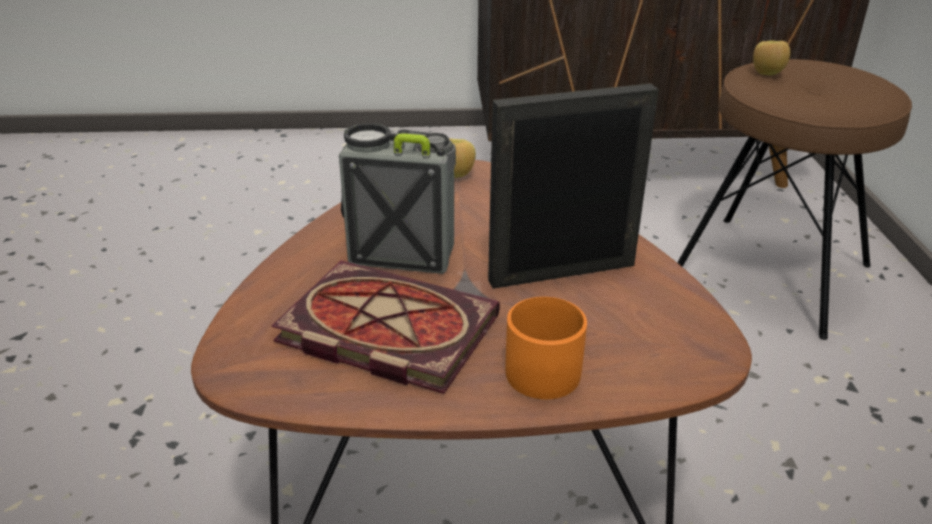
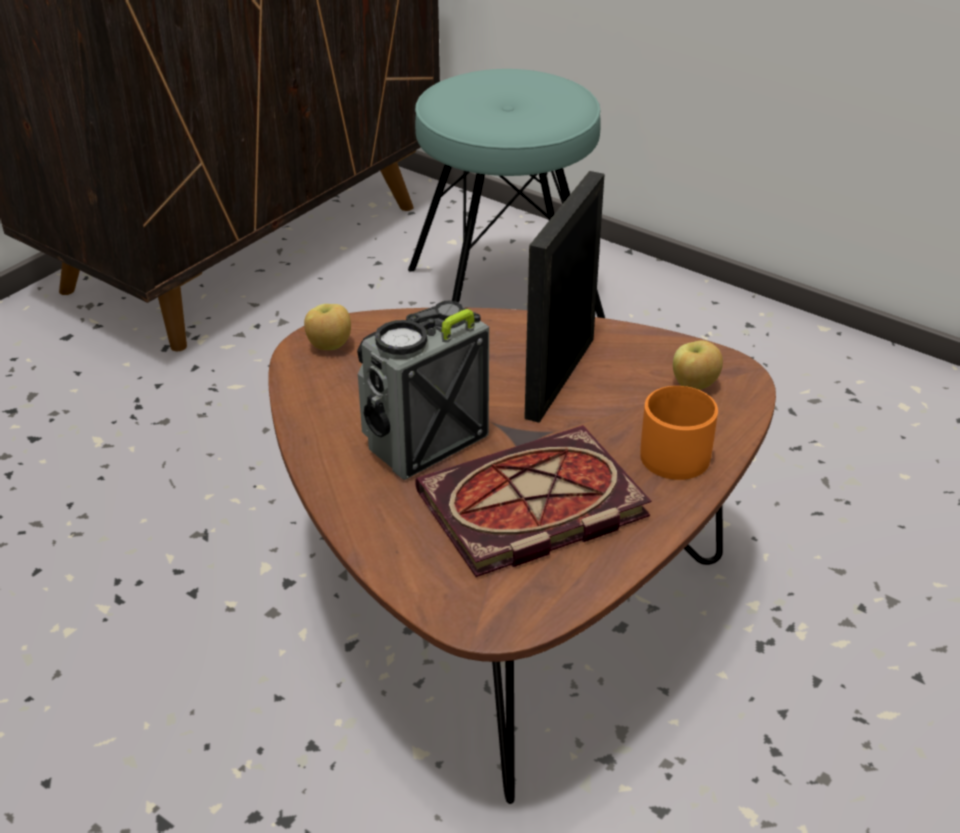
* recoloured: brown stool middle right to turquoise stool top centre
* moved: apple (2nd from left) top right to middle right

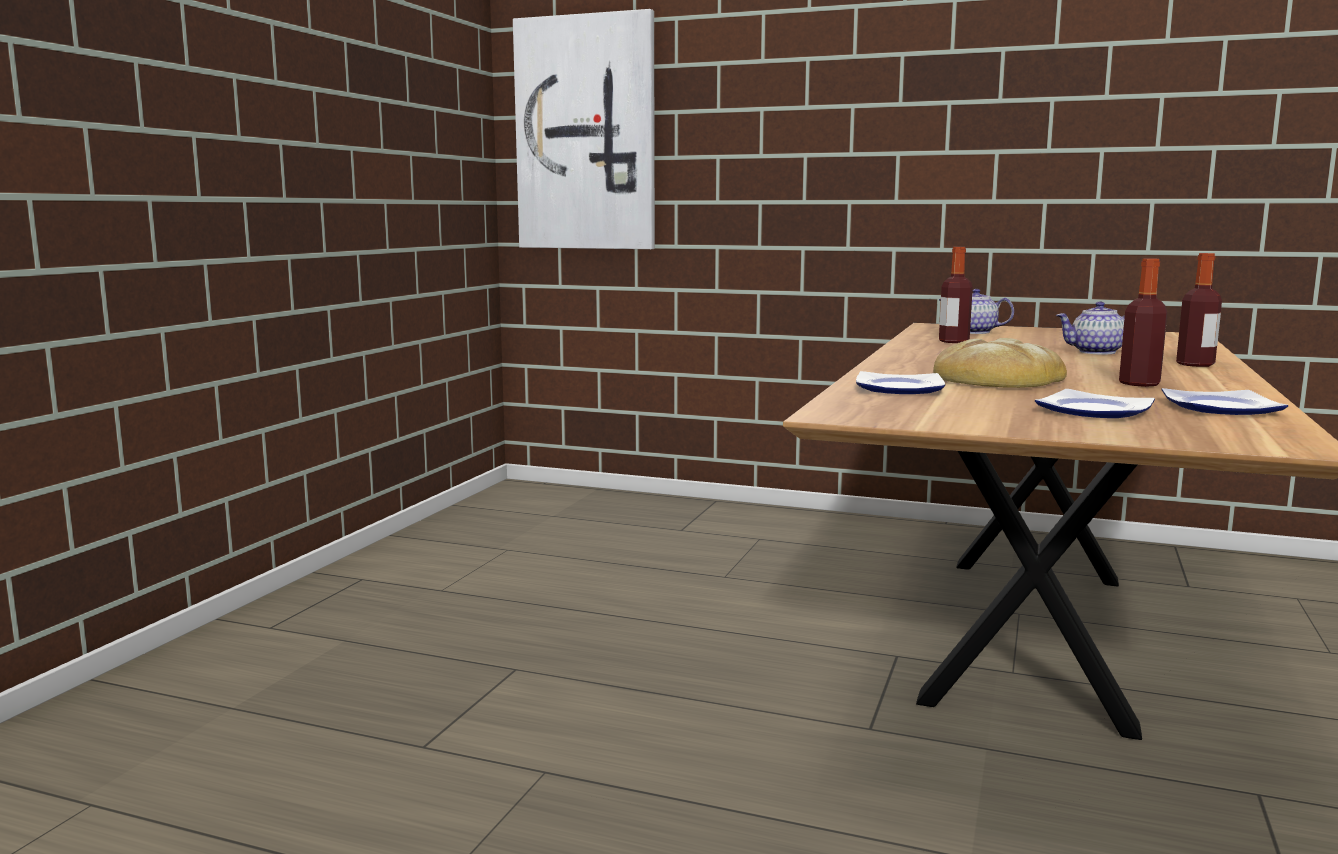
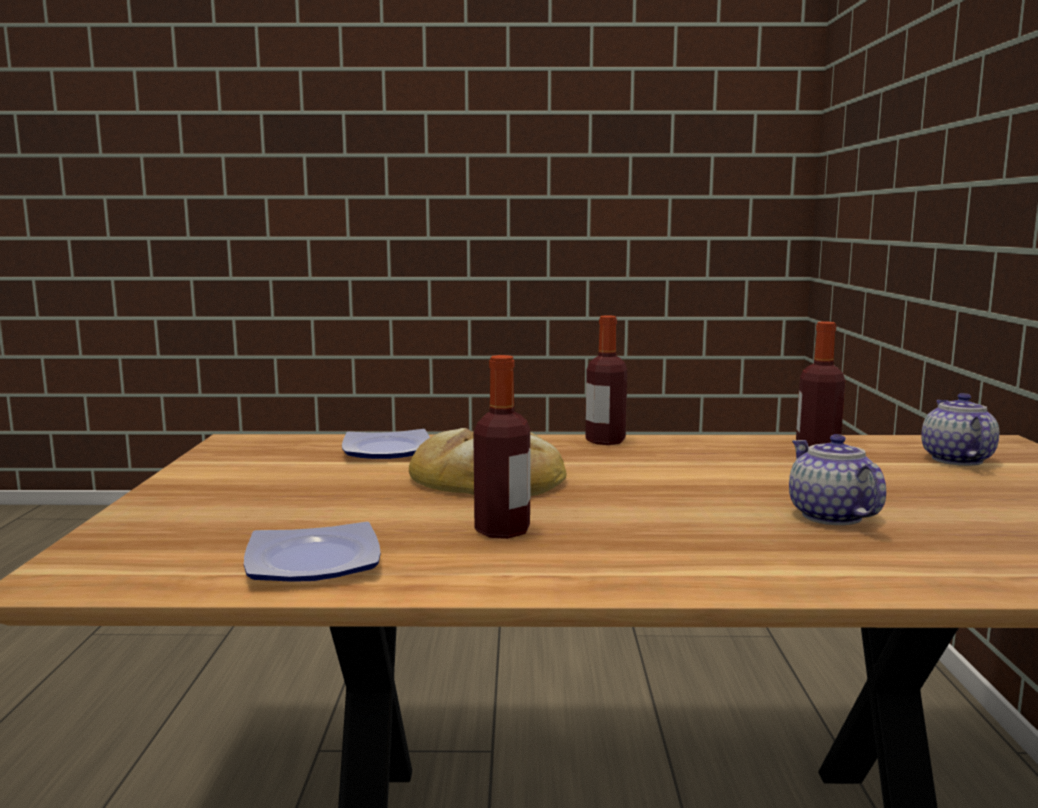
* removed: picture top centre
* removed: plate (2nd from left) middle right
* moved: bottle (3rd from left in the first image) middle right to bottle (2nd from left) centre

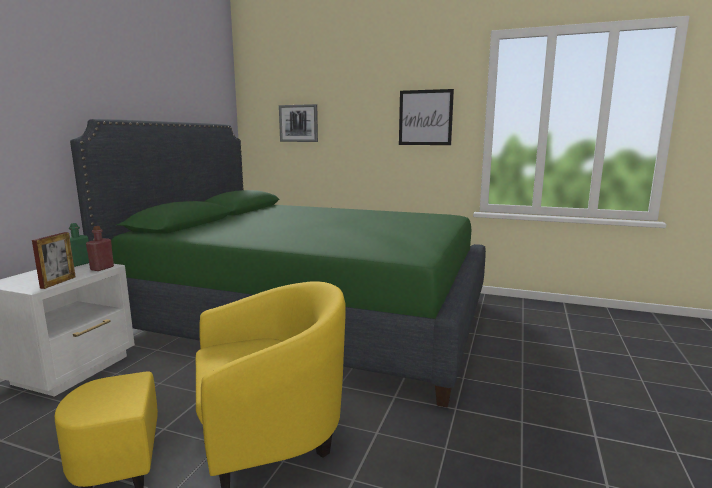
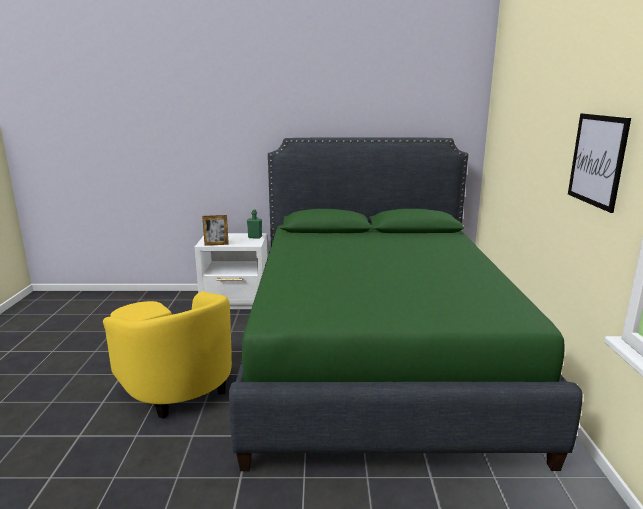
* removed: red bottle middle left
* removed: picture (1st from left) top centre

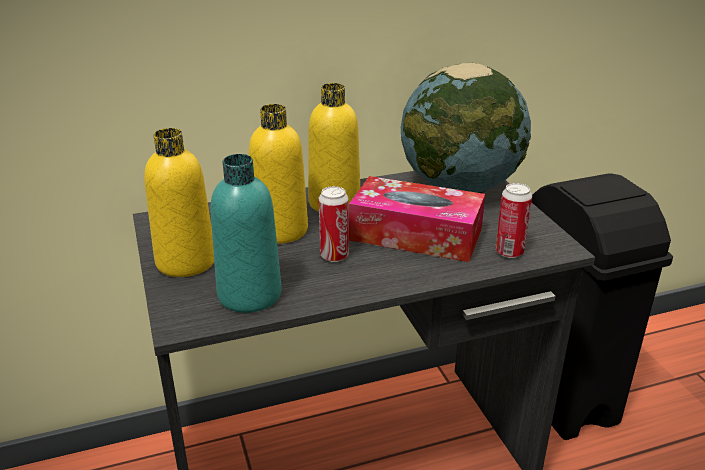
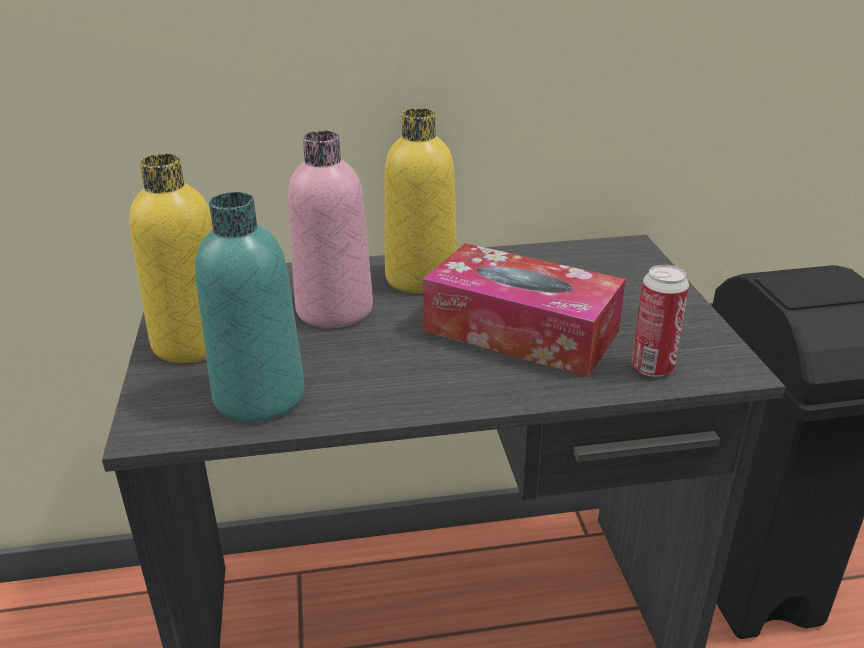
* recoloured: yellow bottle (2nd from left) centre to pink bottle centre
* removed: can (1st from left) centre
* removed: globe top centre

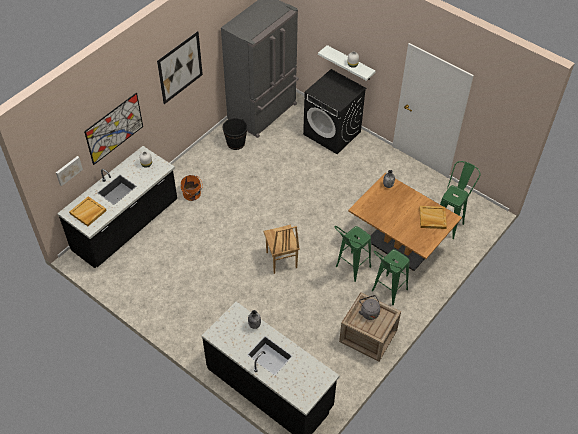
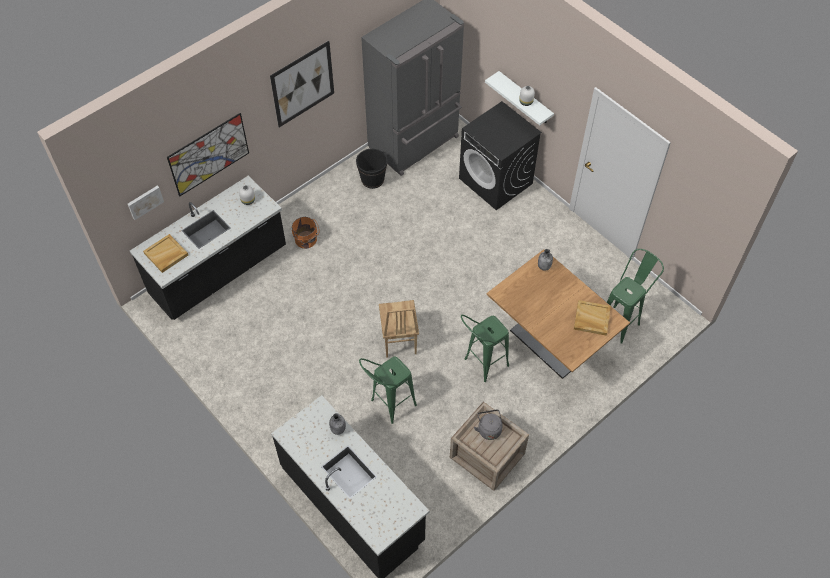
* moved: green stool (2nd from left in the first image) middle right to green stool (1st from left) bottom centre

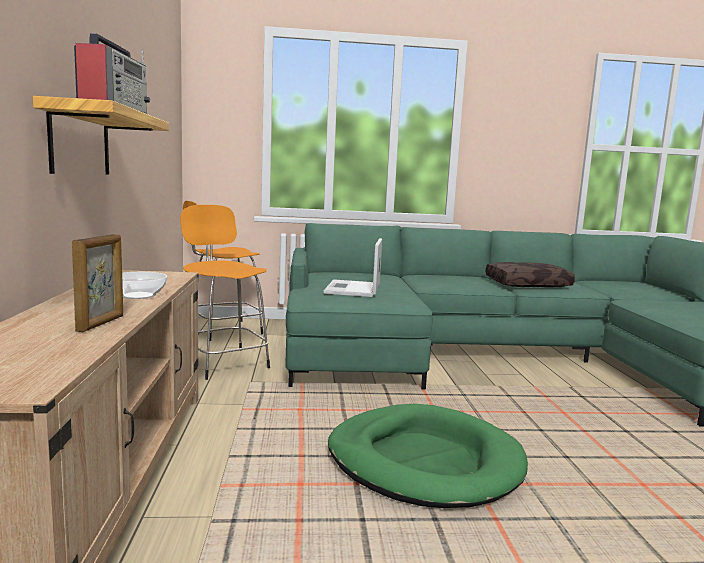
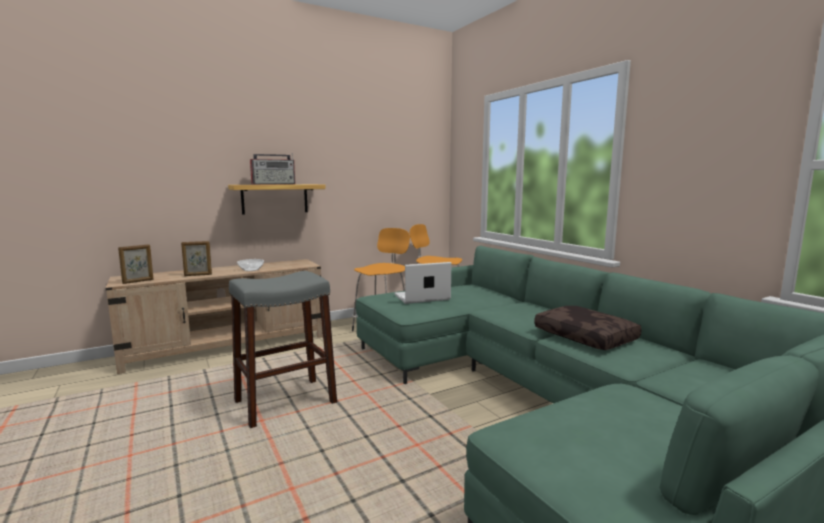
* replaced: green dog bed bottom centre to grey stool bottom centre
* added: picture frame (1st from left) middle left

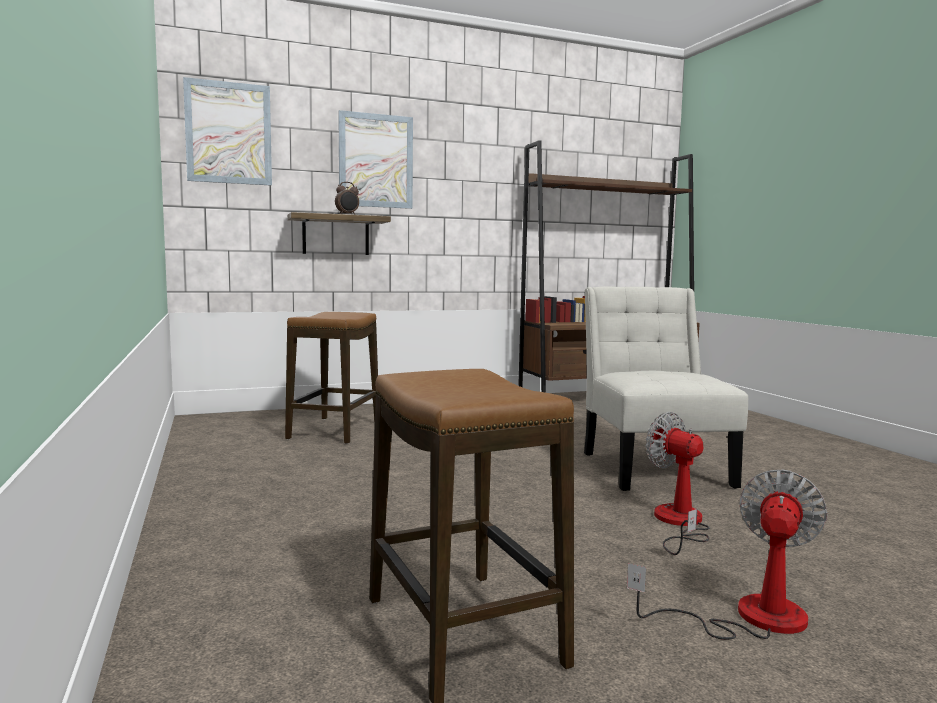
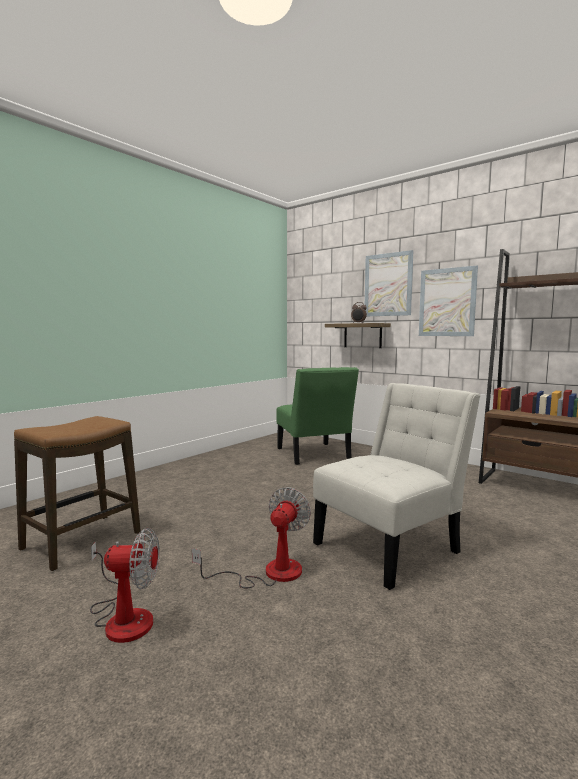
* moved: picture (1st from left in the first image) top left to picture (2nd from left) middle right
* replaced: stool (1st from left) centre to green chair centre

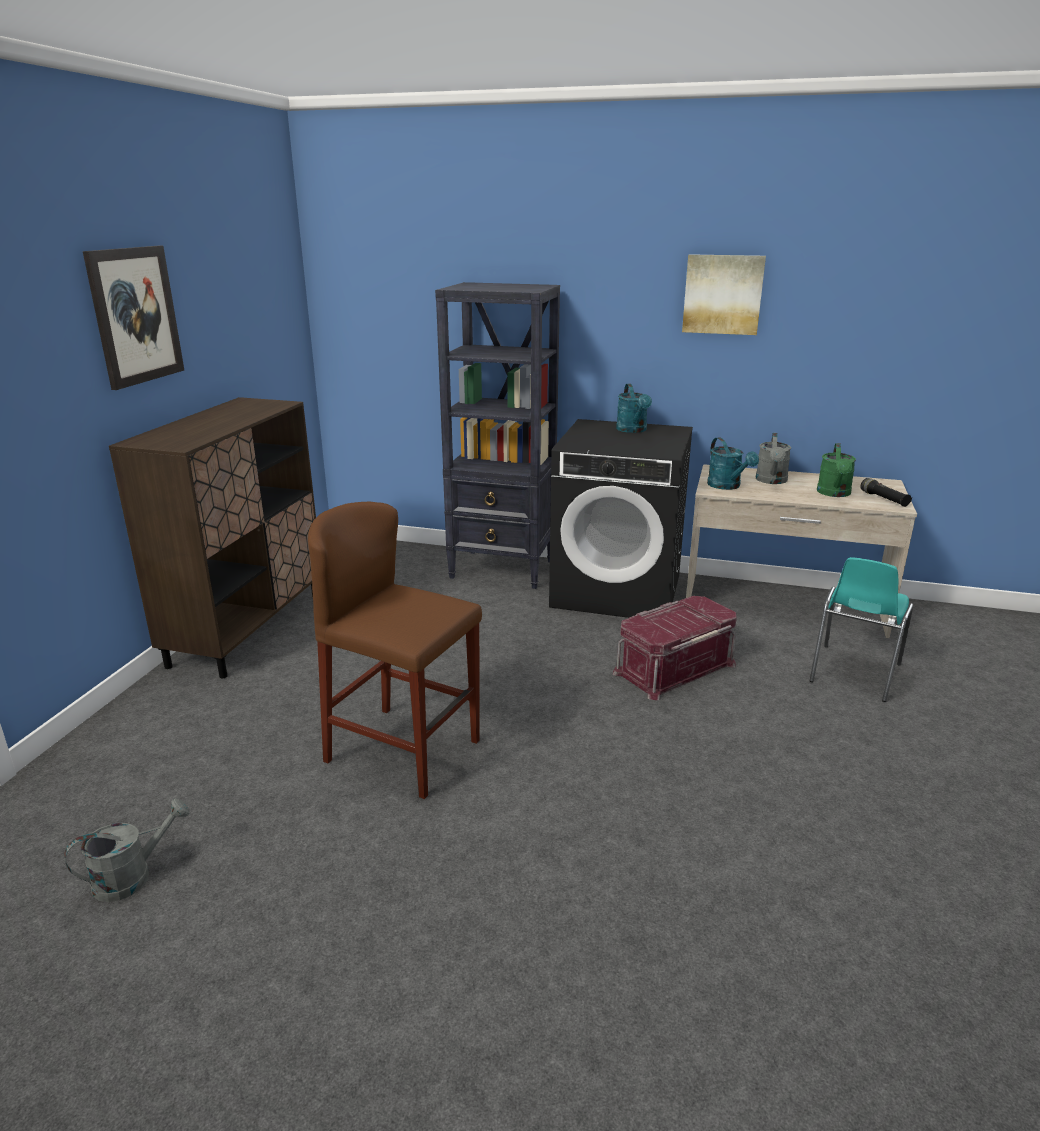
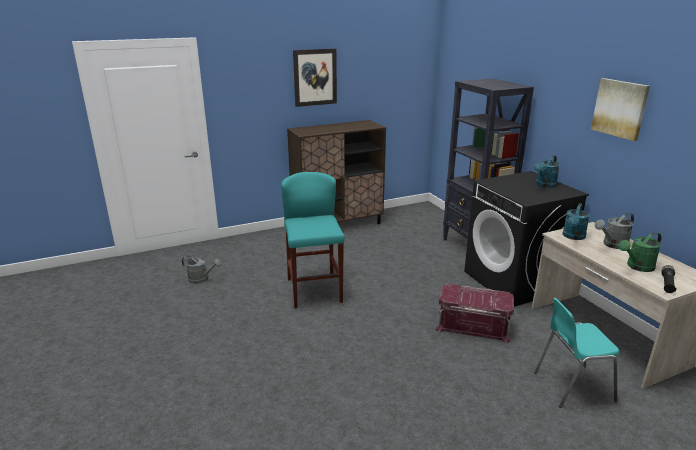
* recoloured: brown stool centre to turquoise stool centre

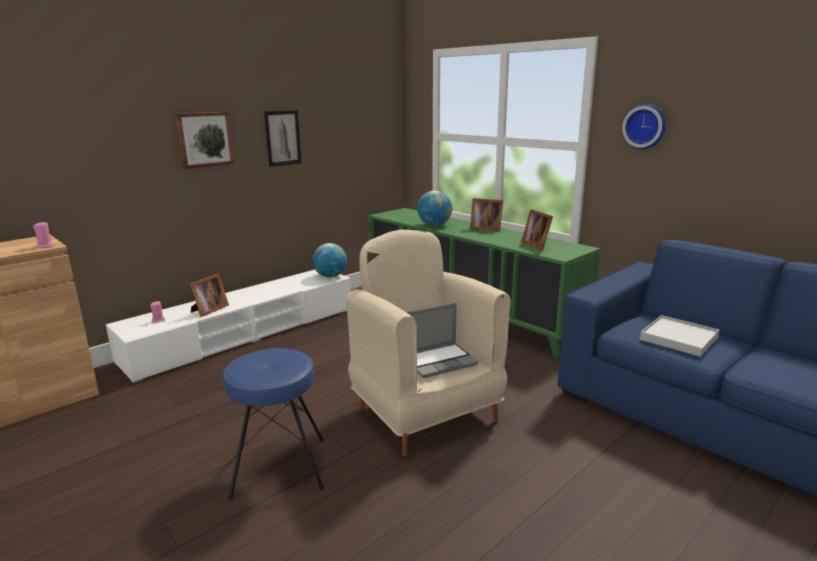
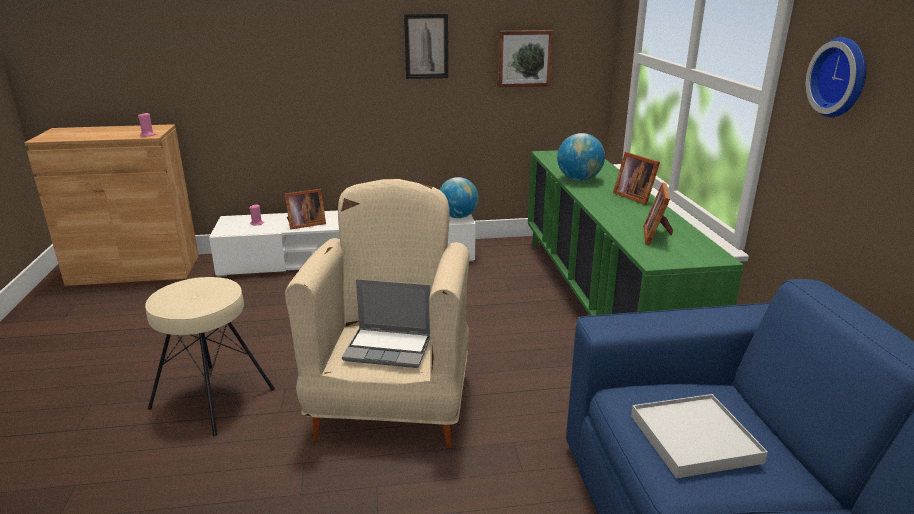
* moved: picture (1st from left in the first image) top left to picture (2nd from left) top centre
* recoloured: blue stool bottom centre to beige stool bottom left

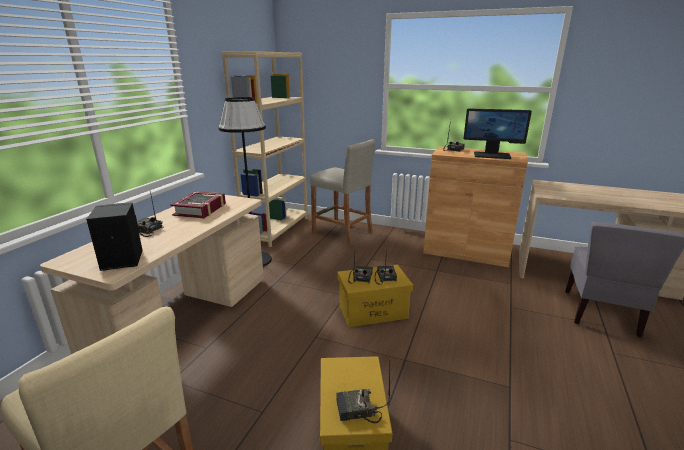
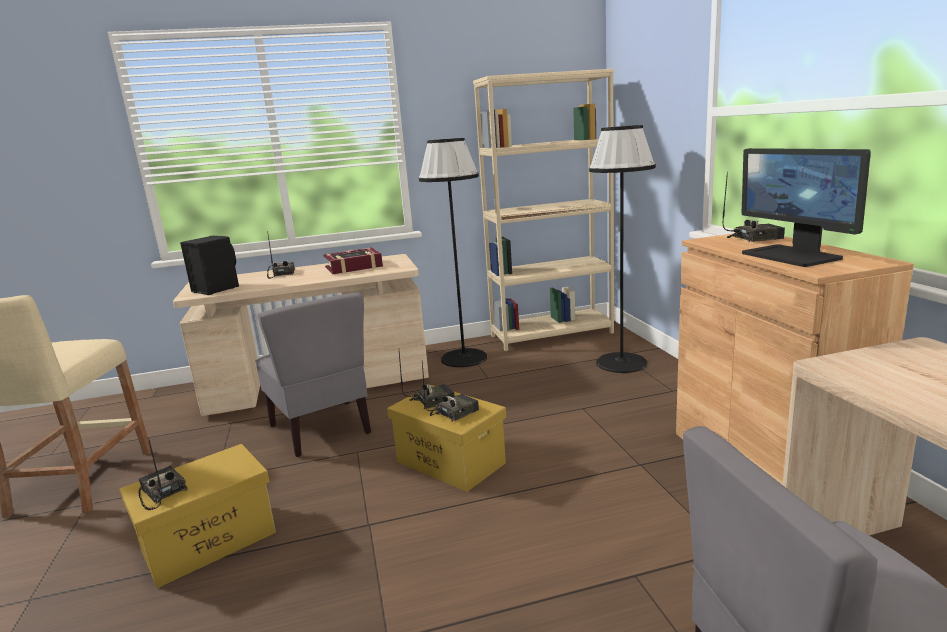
* replaced: beige stool (2nd from left) centre to black floor lamp (2nd from left) centre
* added: grey chair (1st from left) middle left

